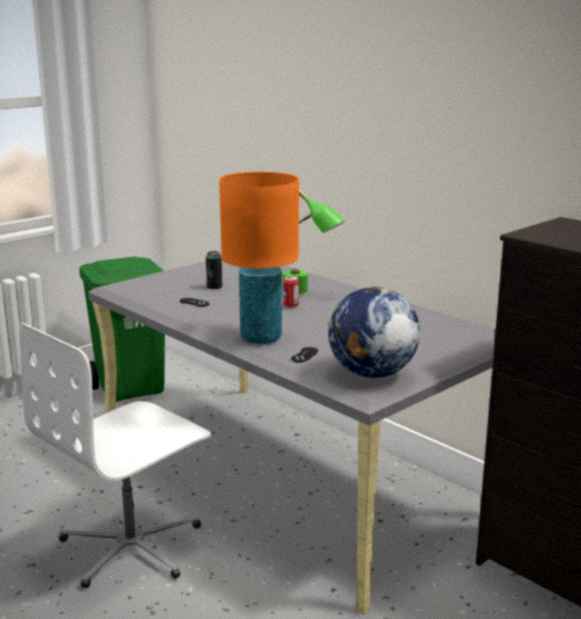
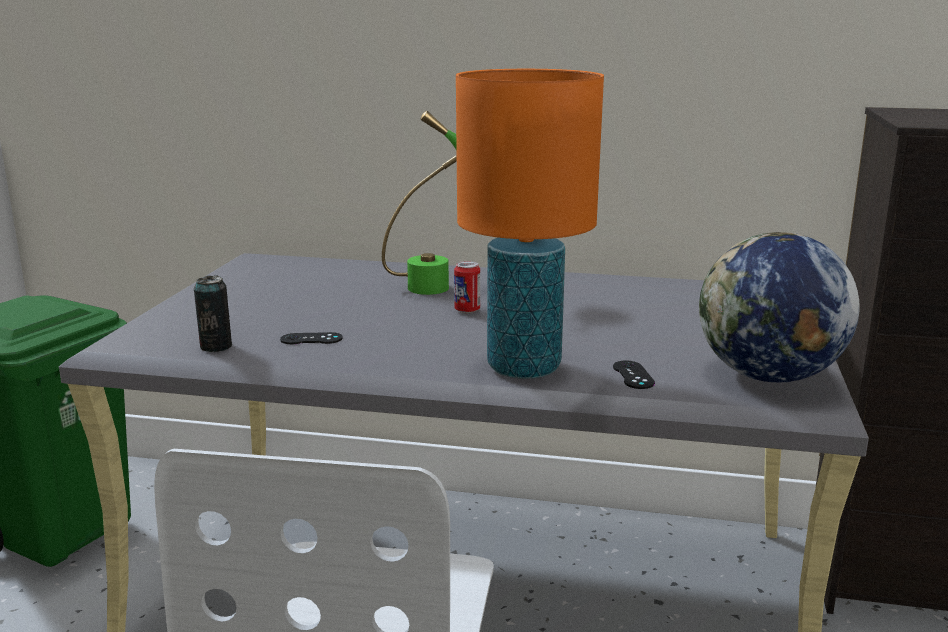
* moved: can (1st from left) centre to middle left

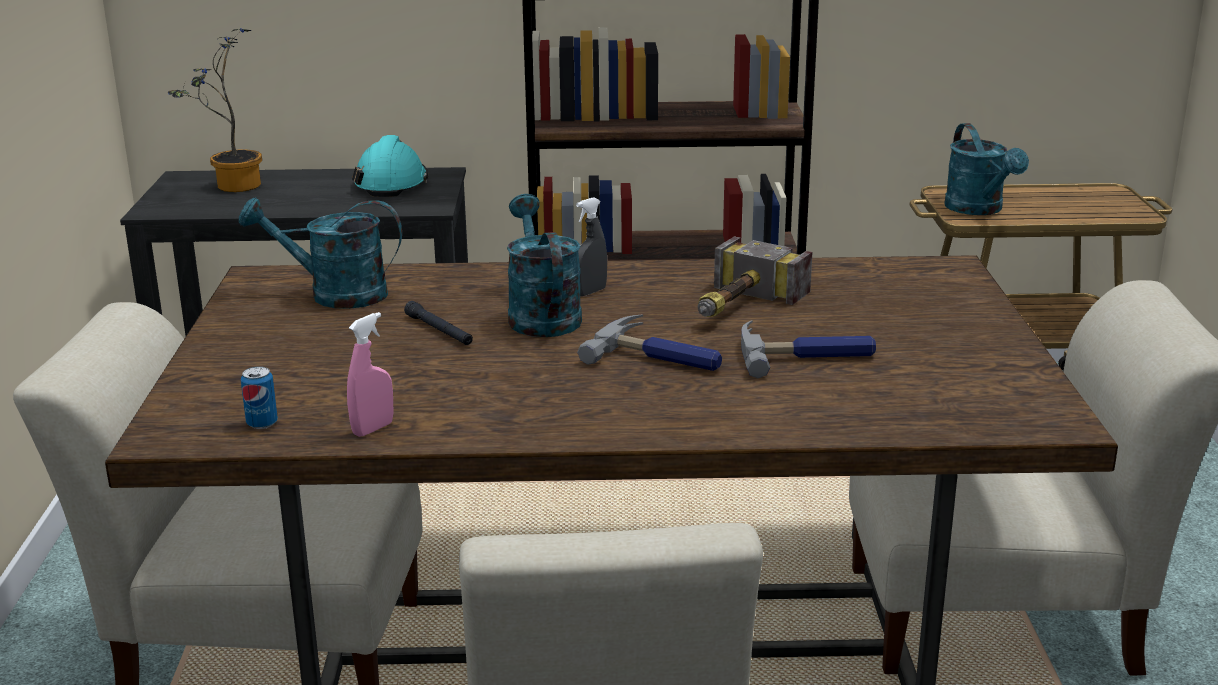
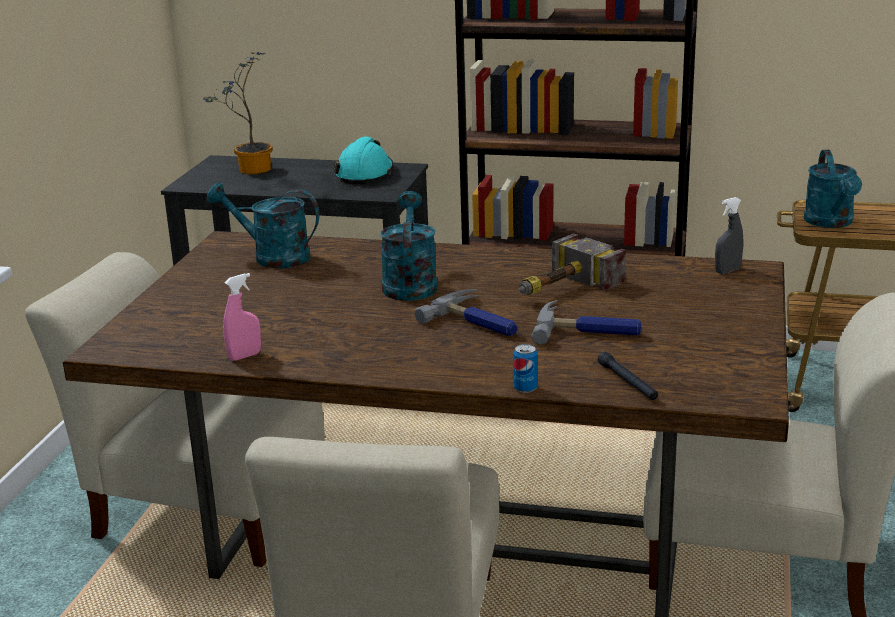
* moved: can middle left to centre
* moved: black flashlight centre to middle right
* moved: grey spray bottle centre to middle right

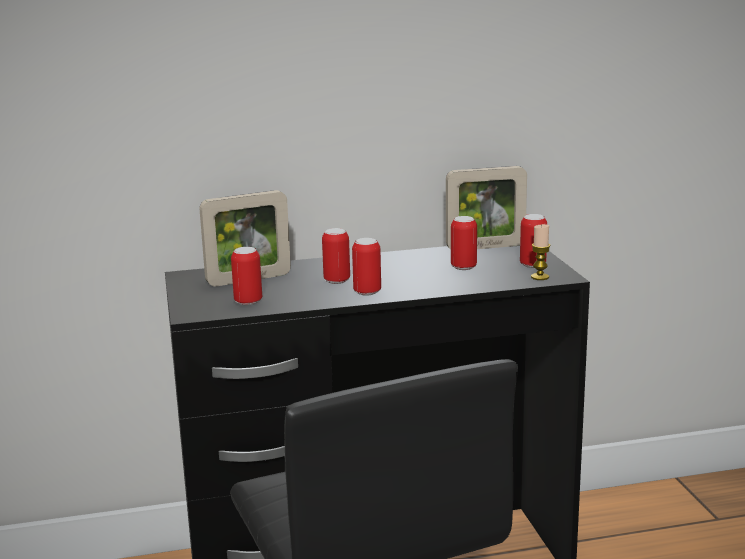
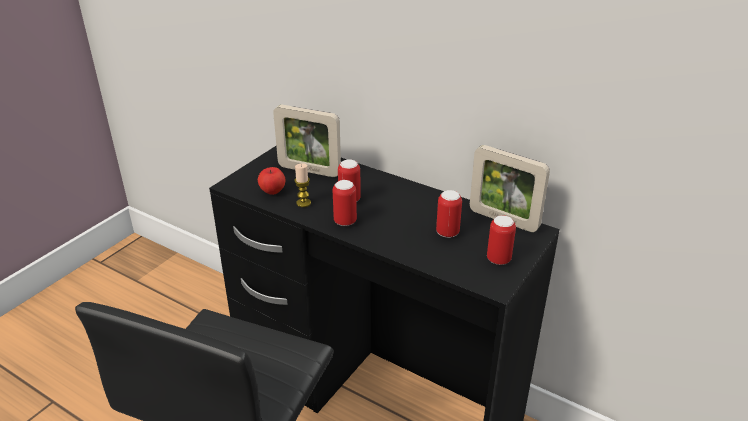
* replaced: can (1st from left) middle left to apple centre
* moved: candle middle right to centre

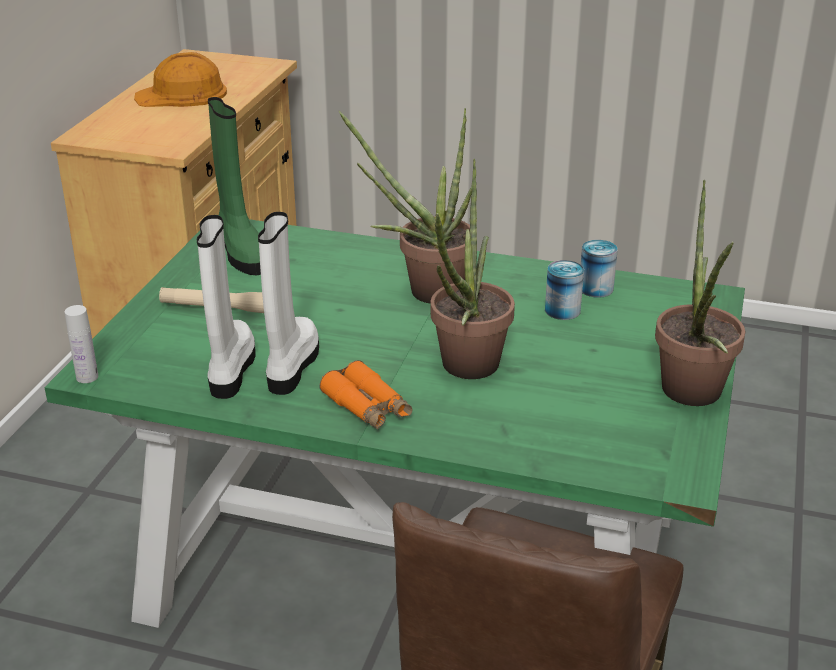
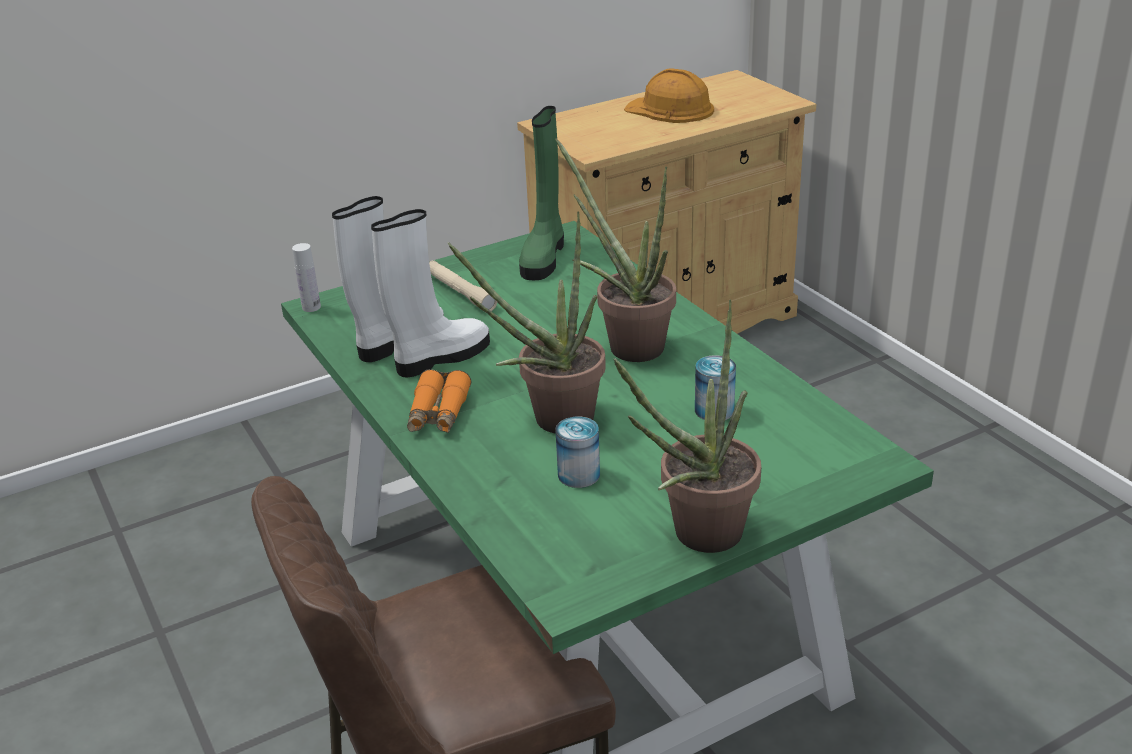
* moved: can (2nd from left in the first image) middle right to can (1st from left) centre

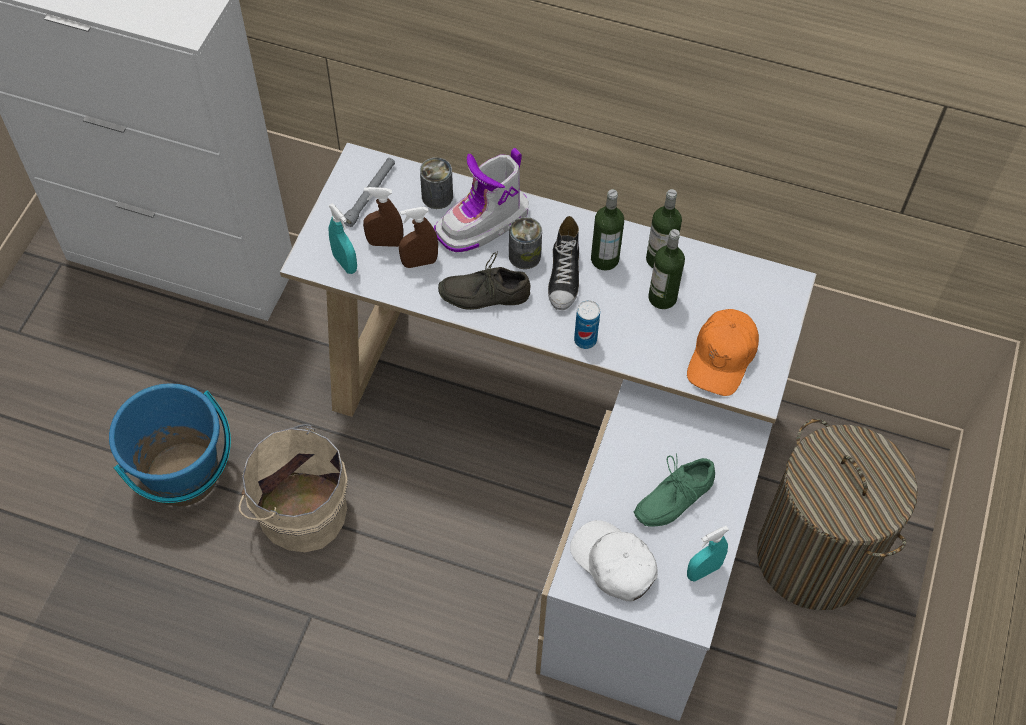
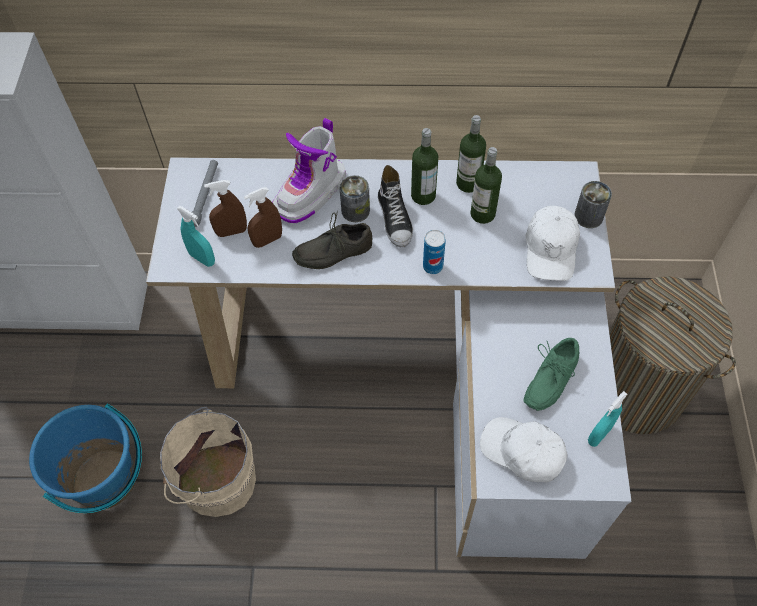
* moved: can (1st from left in the first image) top centre to can (3rd from left) middle right
* recoloured: orange cap middle right to white cap (2nd from left) middle right

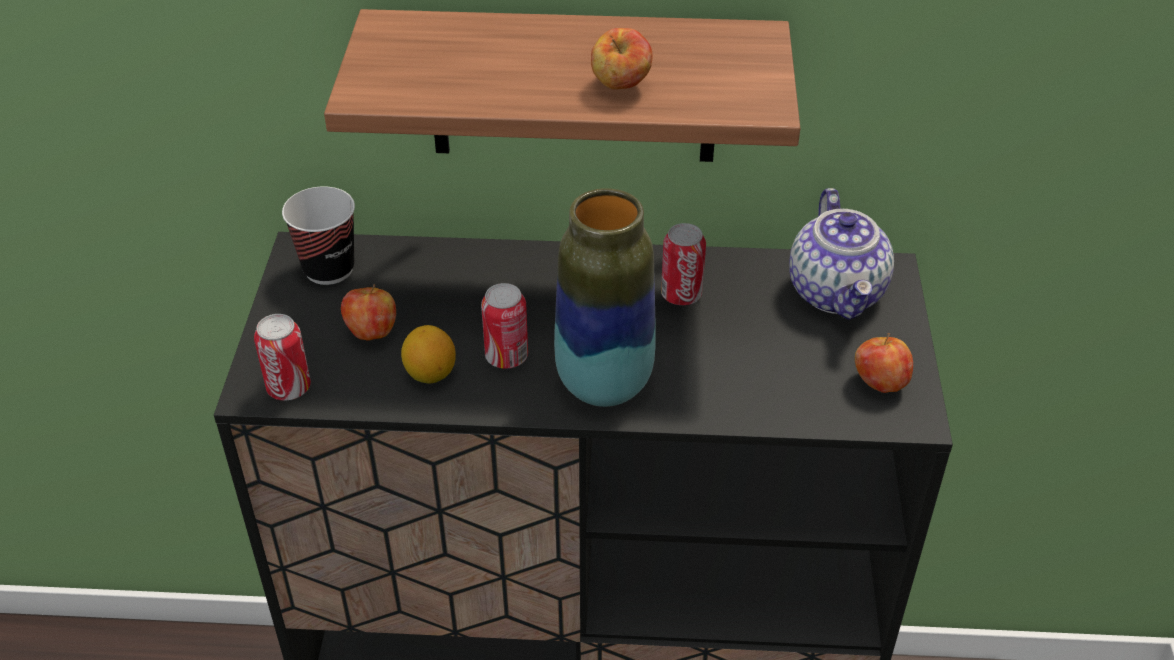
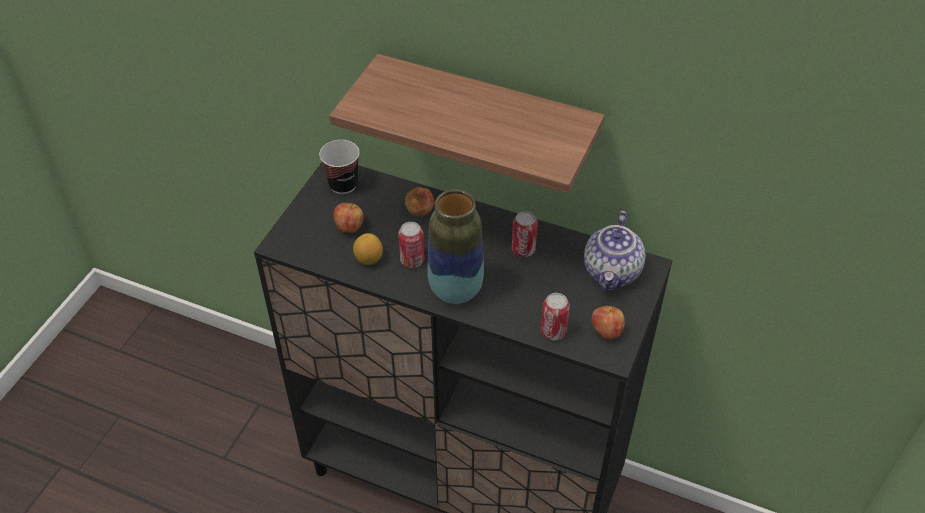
* moved: can (1st from left in the first image) middle left to can (3rd from left) centre
* moved: apple (2nd from left) top centre to centre

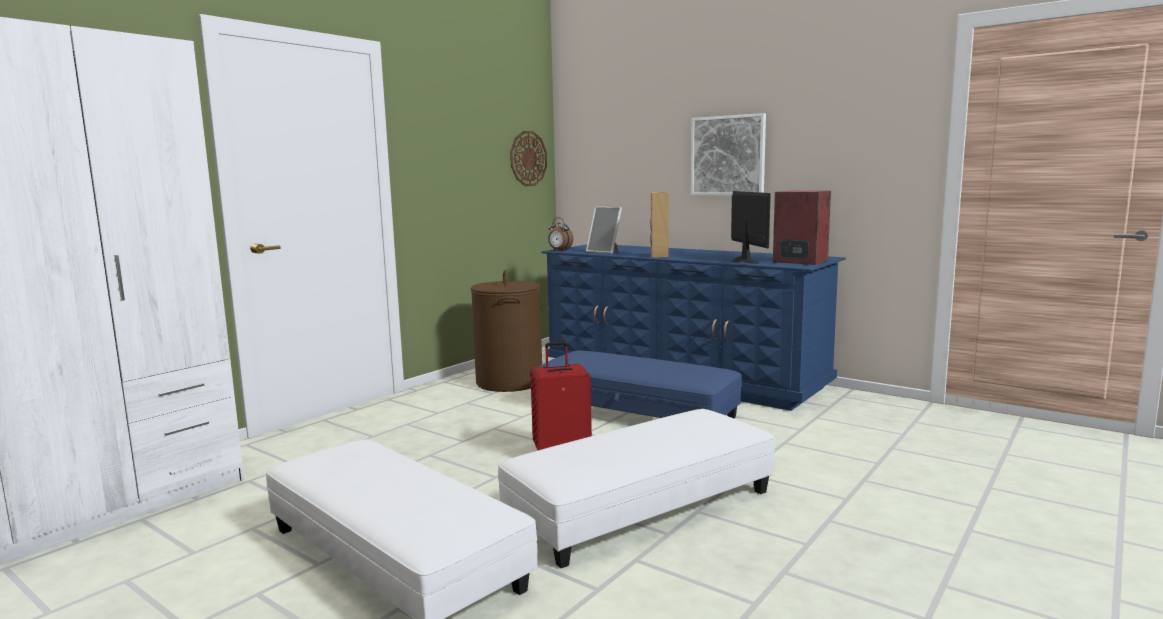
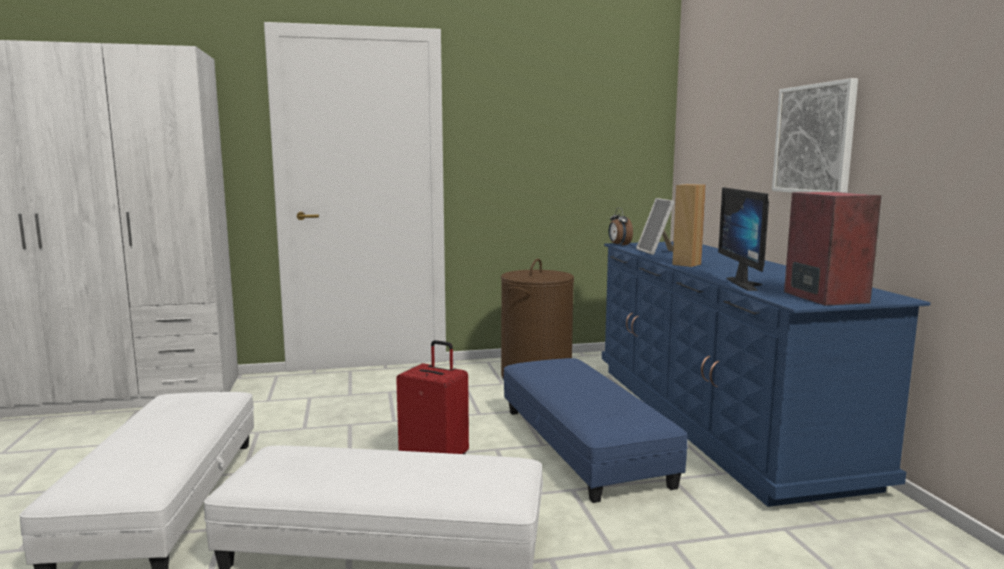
* removed: wall clock top centre
* turned: monitor centre = middle right 150 degrees clockwise

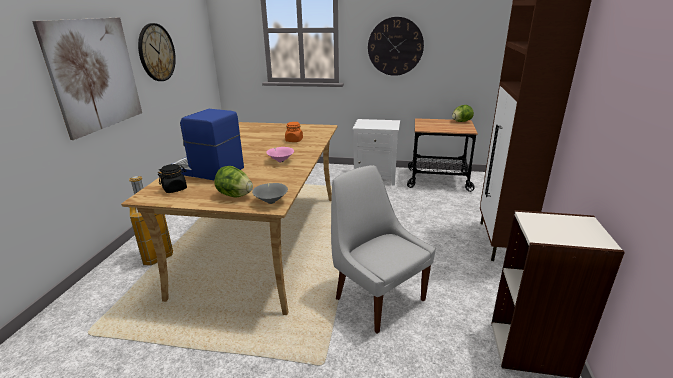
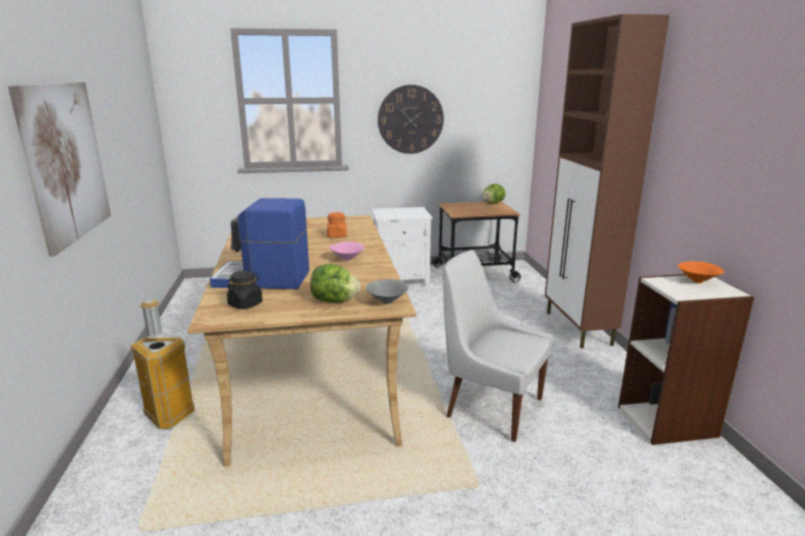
* removed: wall clock (1st from left) top left
* added: orange bowl middle right

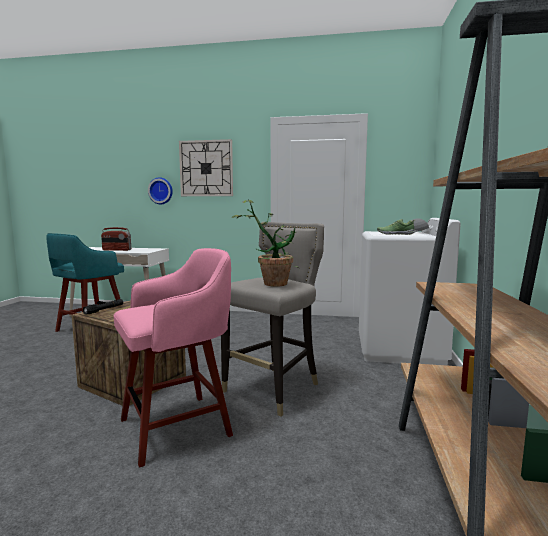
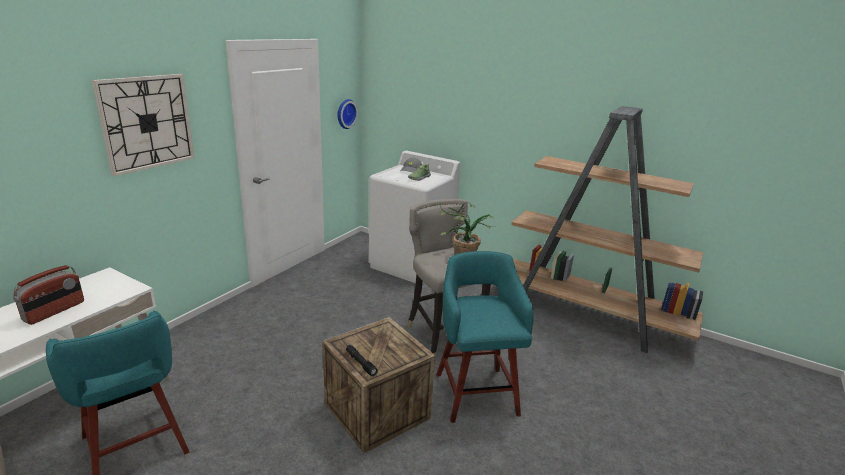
* recoloured: pink stool bottom left to turquoise stool (2nd from left) bottom centre
* moved: wall clock (1st from left in the first image) middle left to wall clock (2nd from left) top centre

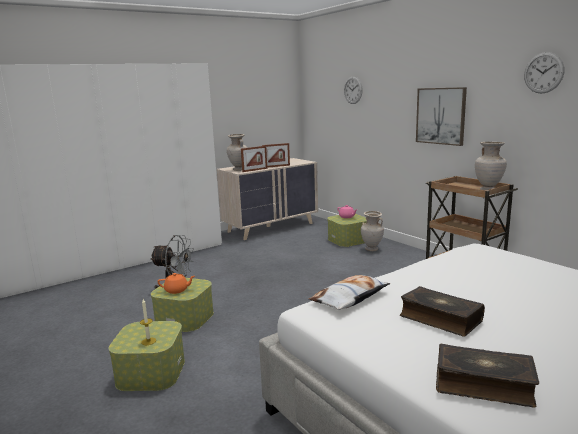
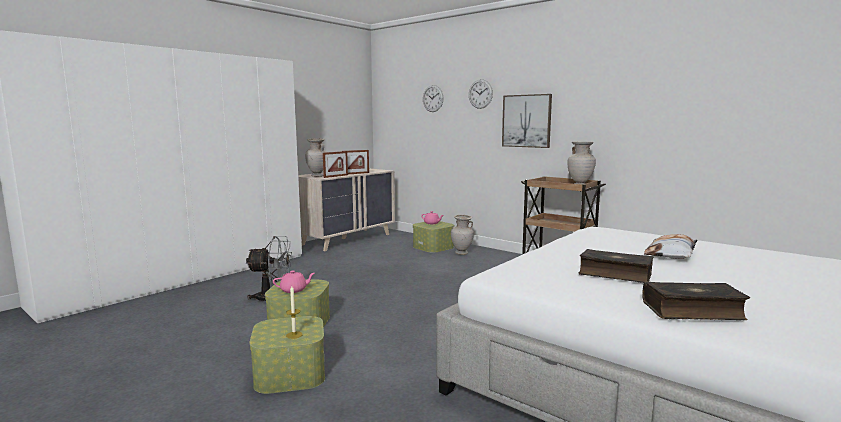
* recoloured: orange teapot middle left to pink teapot (1st from left) centre
* moved: pillow bottom centre to middle right
* moved: wall clock (2nd from left) top right to top centre

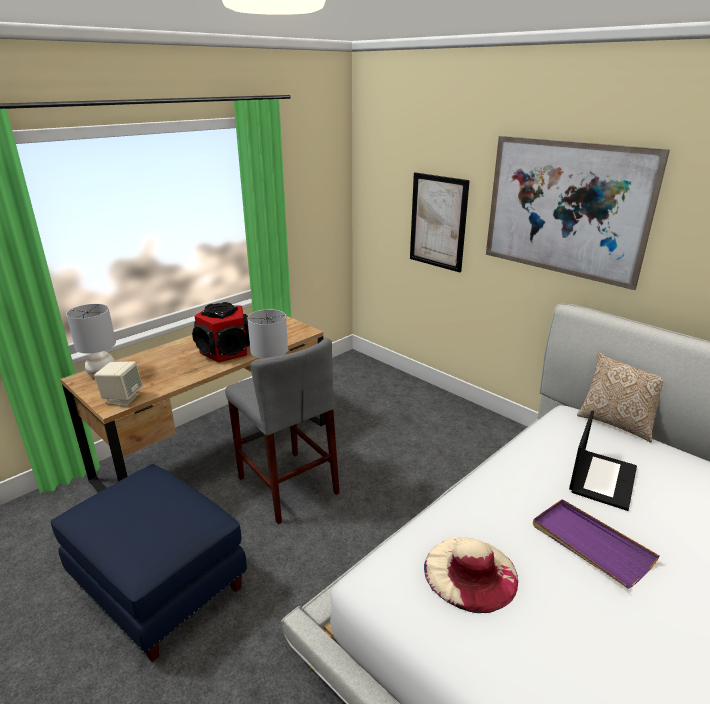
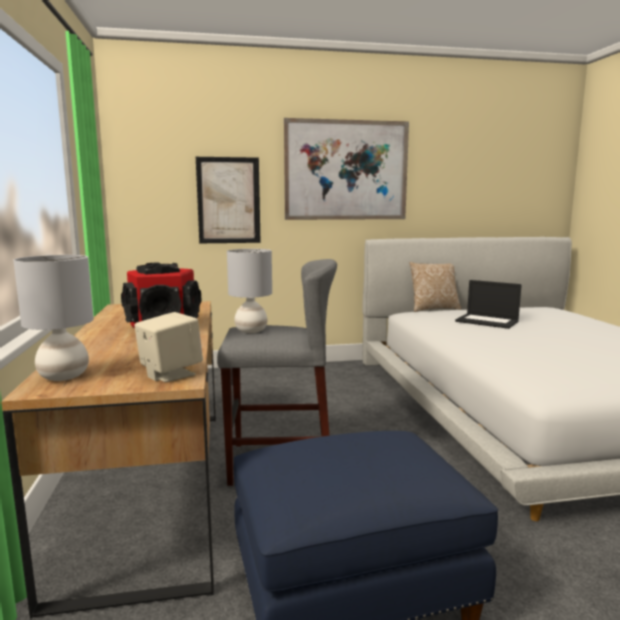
* removed: beige hat bottom centre
* removed: purple tray bottom right
* turned: laptop middle right = middle right 150 degrees clockwise

